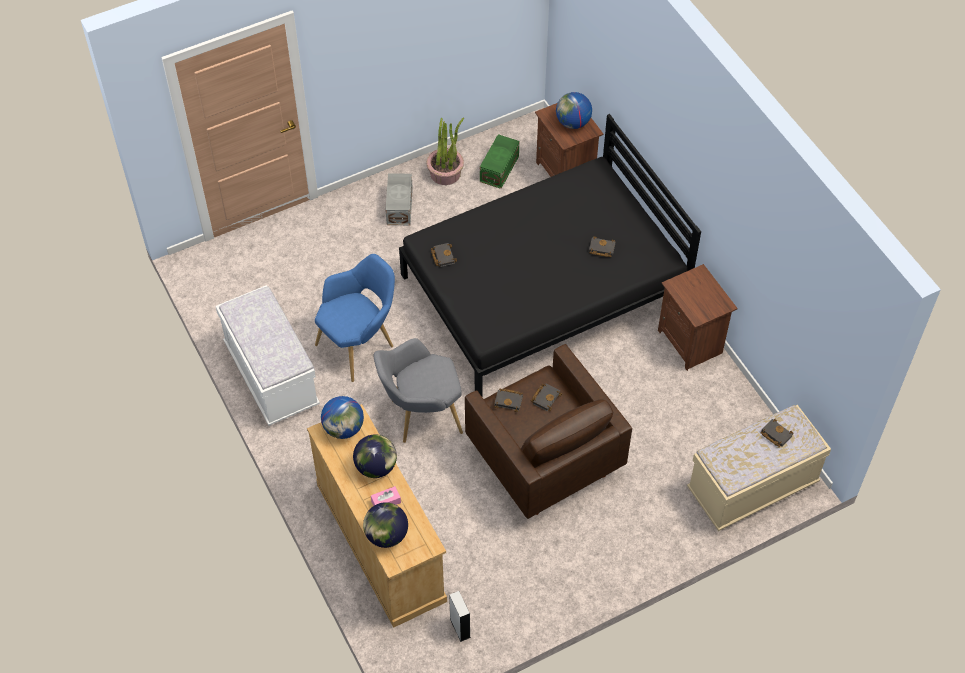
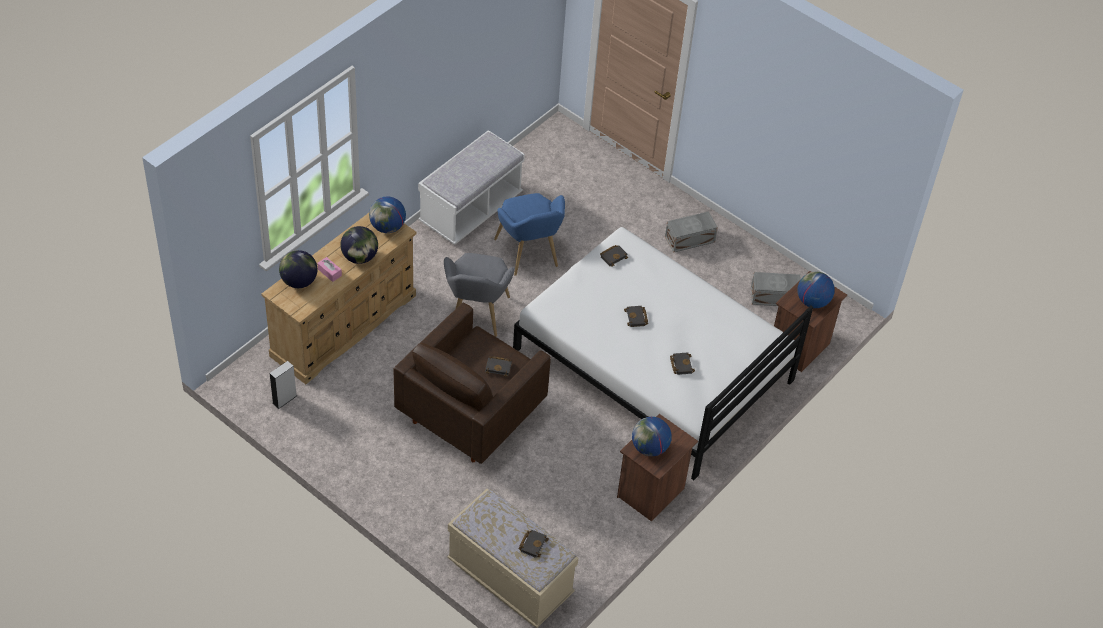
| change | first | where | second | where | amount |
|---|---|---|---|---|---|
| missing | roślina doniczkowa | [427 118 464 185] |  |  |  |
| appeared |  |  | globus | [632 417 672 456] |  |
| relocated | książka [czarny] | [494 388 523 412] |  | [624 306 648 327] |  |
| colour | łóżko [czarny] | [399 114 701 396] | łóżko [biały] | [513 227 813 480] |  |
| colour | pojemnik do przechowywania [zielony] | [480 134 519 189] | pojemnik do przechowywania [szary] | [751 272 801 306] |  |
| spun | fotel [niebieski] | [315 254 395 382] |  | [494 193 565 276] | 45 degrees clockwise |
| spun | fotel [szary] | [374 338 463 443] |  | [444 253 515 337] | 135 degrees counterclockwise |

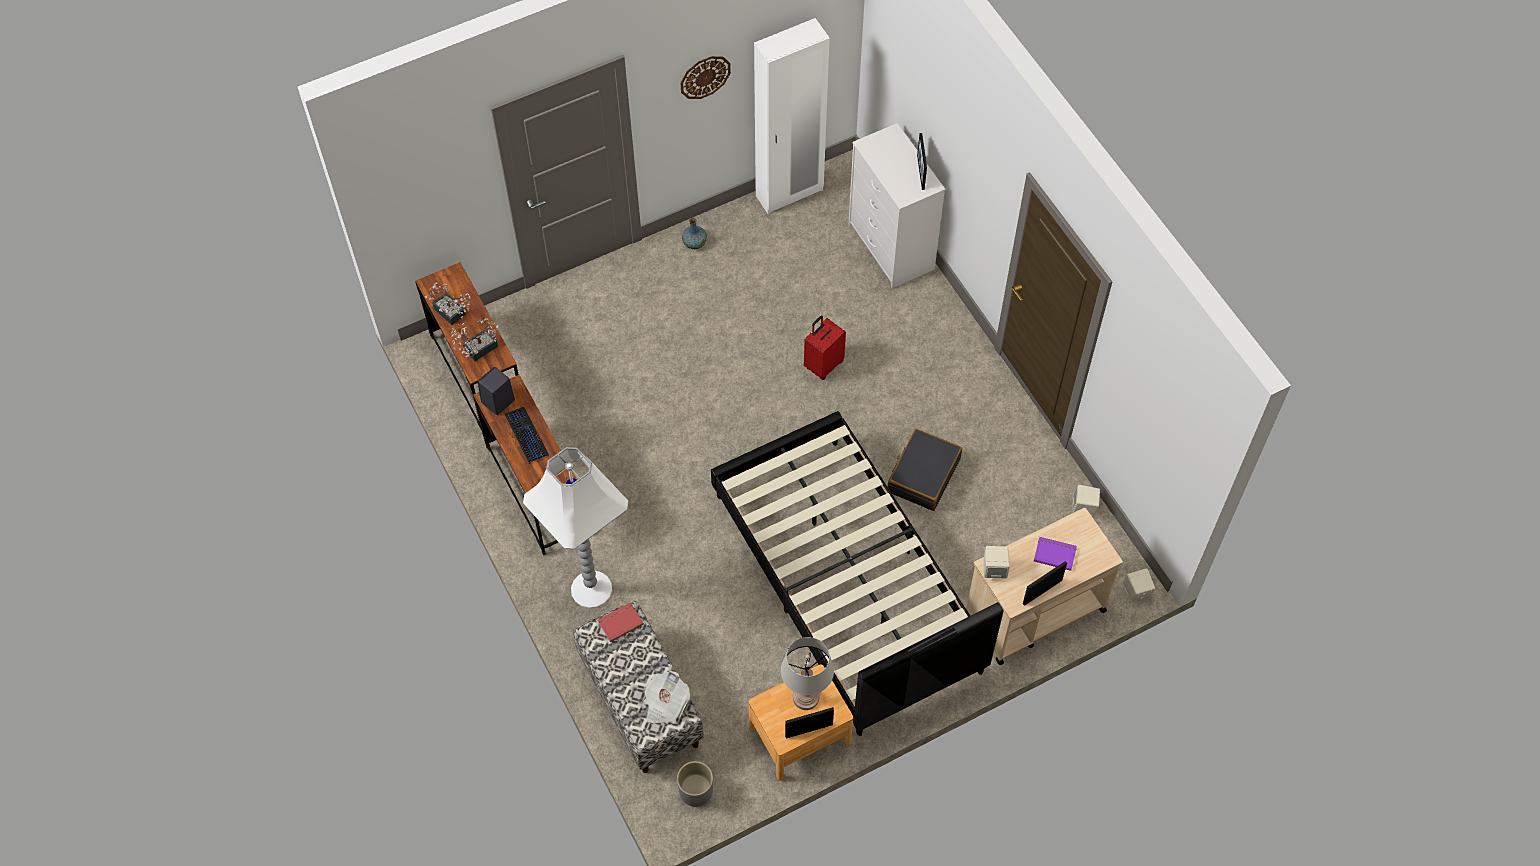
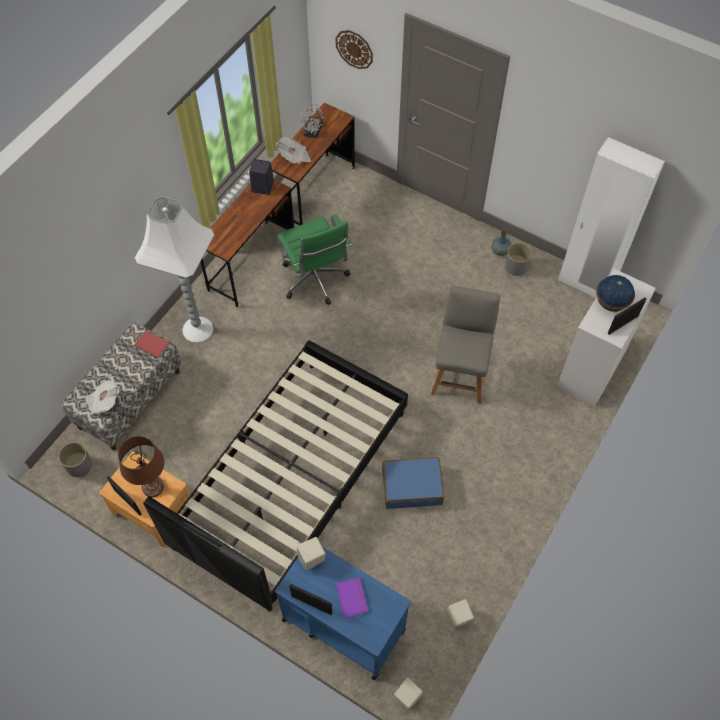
| change | first | where | second | where | amount |
|---|---|---|---|---|---|
| missing | klawiatura | [505 407 549 464] |  |  |  |
| appeared |  |  | krzesło biurowe [zielony] | [277 214 352 305] |  |
| appeared |  |  | donica [szary] | [505 243 532 276] |  |
| appeared |  |  | globus | [596 275 635 312] |  |
| relocated | zegar ścienny | [680 56 731 99] |  | [335 30 373 69] |  |
| exchanged | roślina doniczkowa | [451 318 499 361] | gazeta | [276 137 311 164] |  |
| exchanged | walizka [czerwony] | [804 316 846 380] | krzesło [szary] | [431 286 500 404] |  |
| colour | lampa stołowa [szary] | [781 637 834 710] | lampa stołowa [brązowy] | [118 436 164 497] |  |
| colour | walizka [czarny] | [887 429 962 511] | walizka [niebieski] | [382 457 444 509] |  |
| colour | wózek [beżowy] | [966 508 1123 665] | wózek [niebieski] | [275 547 411 680] |  |

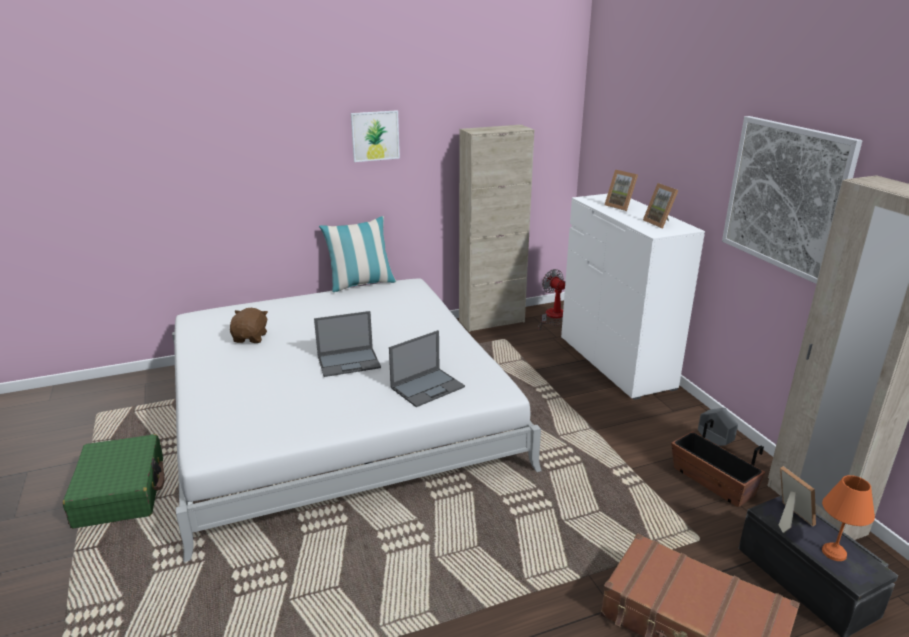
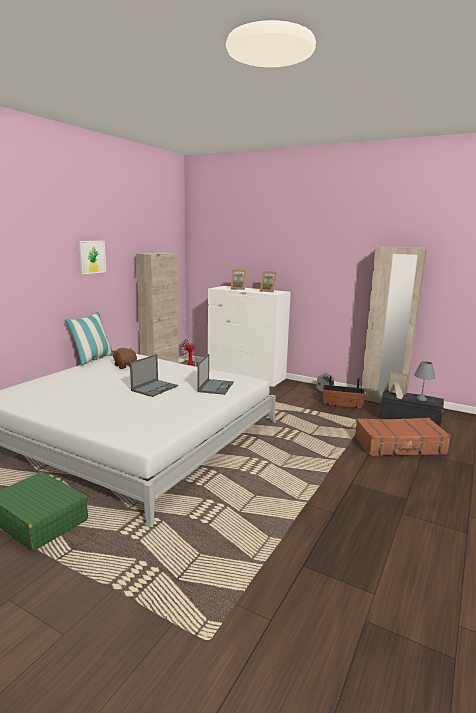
| change | first | where | second | where | amount |
|---|---|---|---|---|---|
| missing | obraz | [722 116 863 284] |  |  |  |
| relocated | pluszak [brązowy] | [230 308 268 343] |  | [112 348 137 369] |  |
| colour | lampa stołowa [pomarańczowy] | [822 475 875 561] | lampa stołowa [szary] | [414 361 435 401] |  |

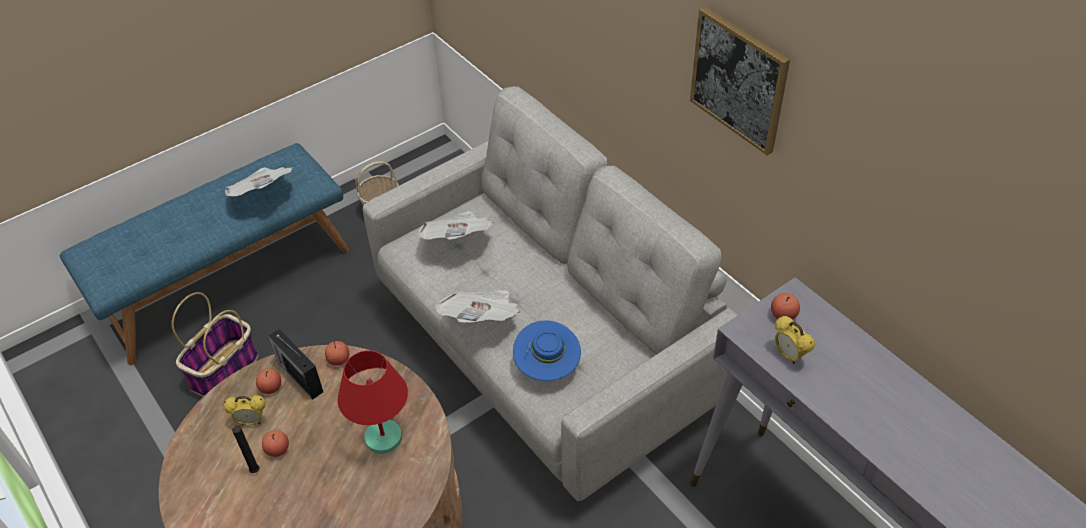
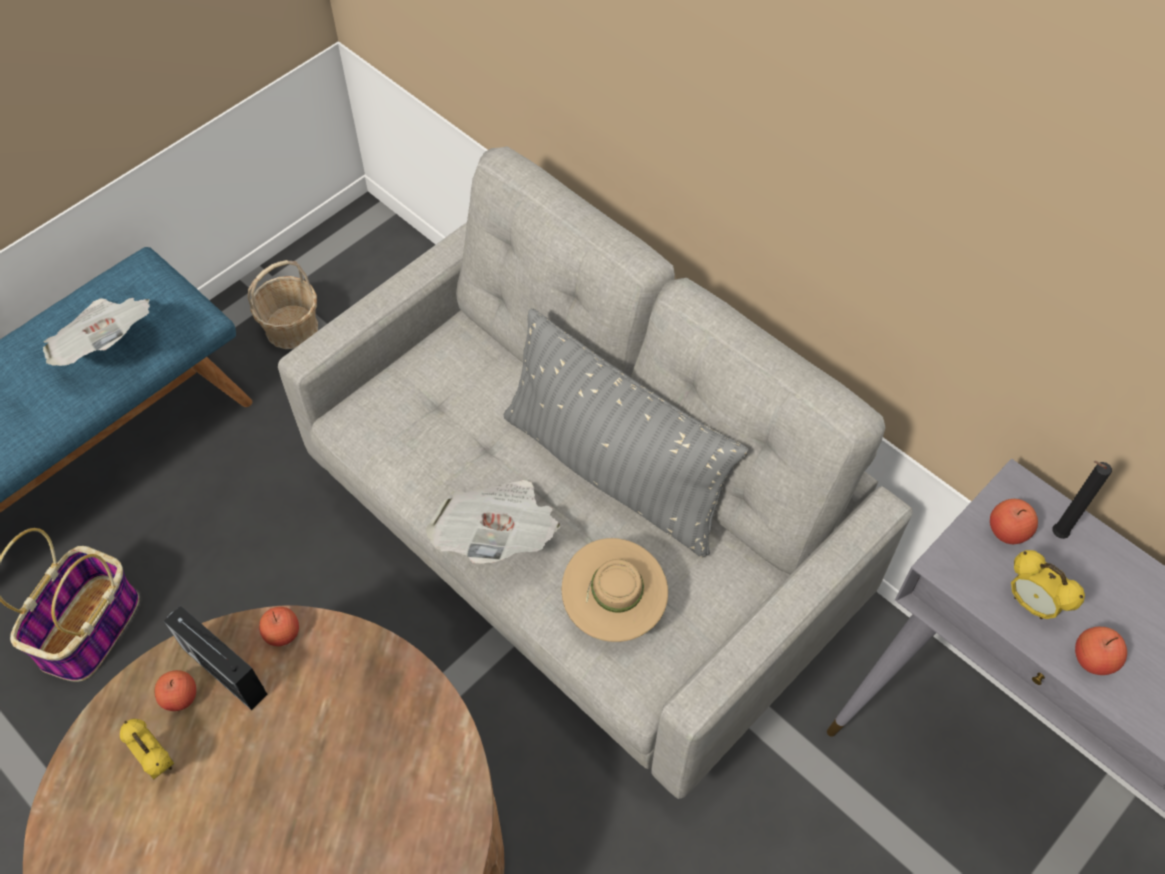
| change | first | where | second | where | amount |
|---|---|---|---|---|---|
| missing | lampa stołowa [czerwony] | [338 350 408 454] |  |  |  |
| missing | gazeta | [417 211 494 240] |  |  |  |
| missing | obraz | [690 6 790 156] |  |  |  |
| appeared |  |  | poduszka [szary] | [503 309 748 558] |  |
| relocated | świeca [czarny] | [226 424 259 473] |  | [1052 461 1112 539] |  |
| relocated | jabłko | [262 430 289 457] |  | [1075 626 1127 675] |  |
| colour | kapelusz [niebieski] | [513 321 581 381] | kapelusz [beżowy] | [562 538 668 642] |  |
| spun | budzik | [223 395 266 426] |  | [120 719 174 779] | 120 degrees counterclockwise |

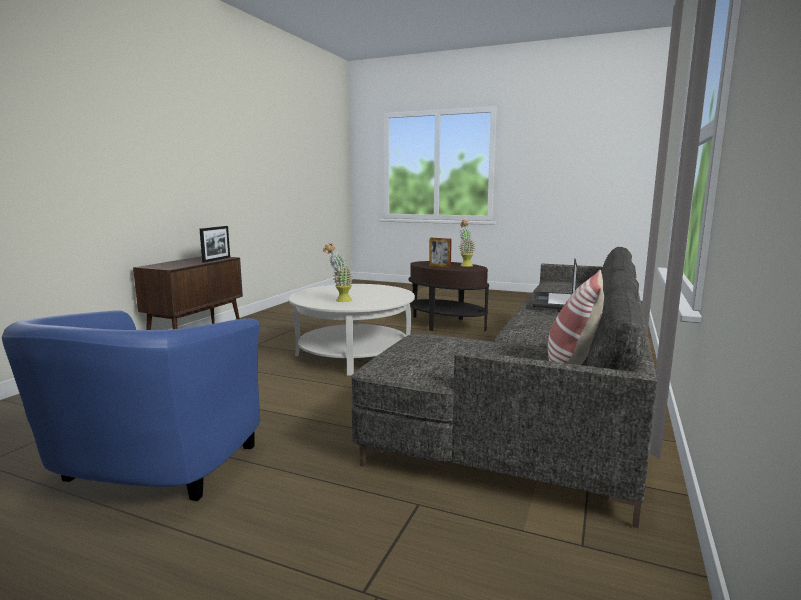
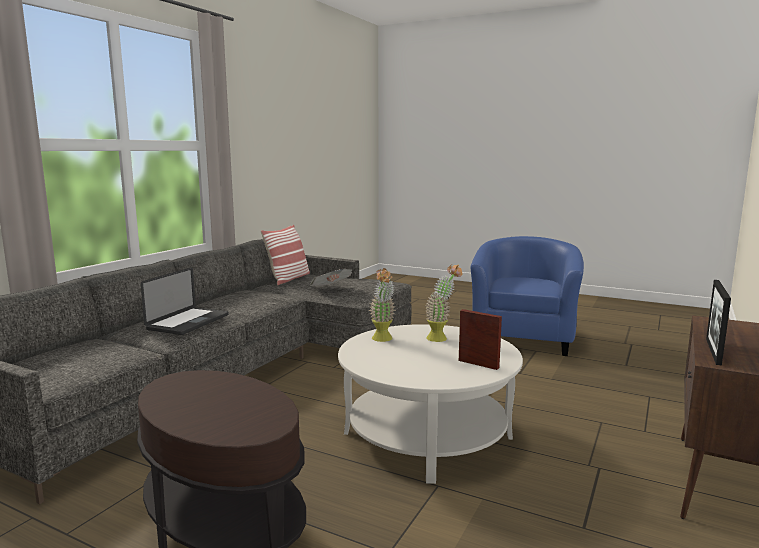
| change | first | where | second | where | amount |
|---|---|---|---|---|---|
| appeared |  |  | gazeta | [310 269 352 286] |  |
| relocated | ramka na zdjęcie | [429 238 452 268] |  | [459 309 502 370] |  |
| relocated | roślina doniczkowa | [459 220 475 267] |  | [369 268 396 342] |  |

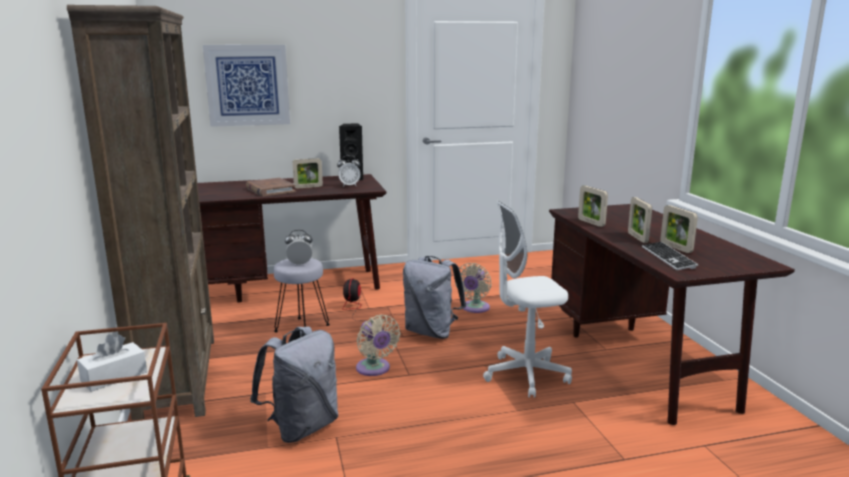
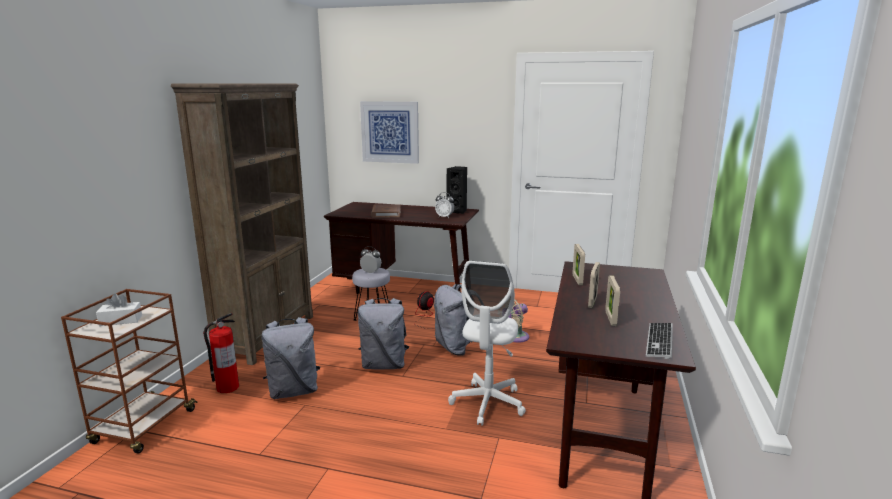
| change | first | where | second | where | amount |
|---|---|---|---|---|---|
| missing | ramka na zdjęcie | [292 158 323 189] |  |  |  |
| appeared |  |  | gaśnica | [203 313 239 393] |  |
| relocated | klawiatura | [642 242 698 270] |  | [646 323 673 359] |  |
| exchanged | wentylator [beżowy] | [356 314 400 376] | plecak [szary] | [358 298 409 370] |  |
| spun | krzesło biurowe [biały] | [483 201 572 398] |  | [448 261 526 426] | 90 degrees counterclockwise |

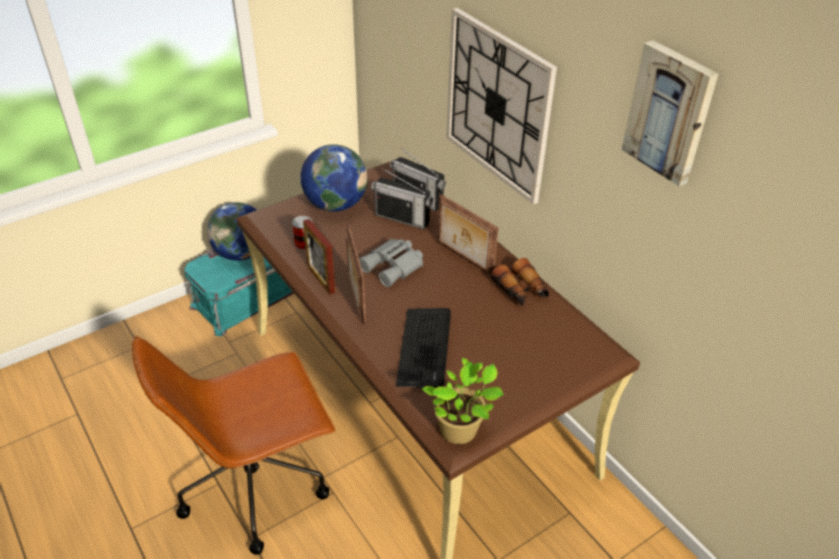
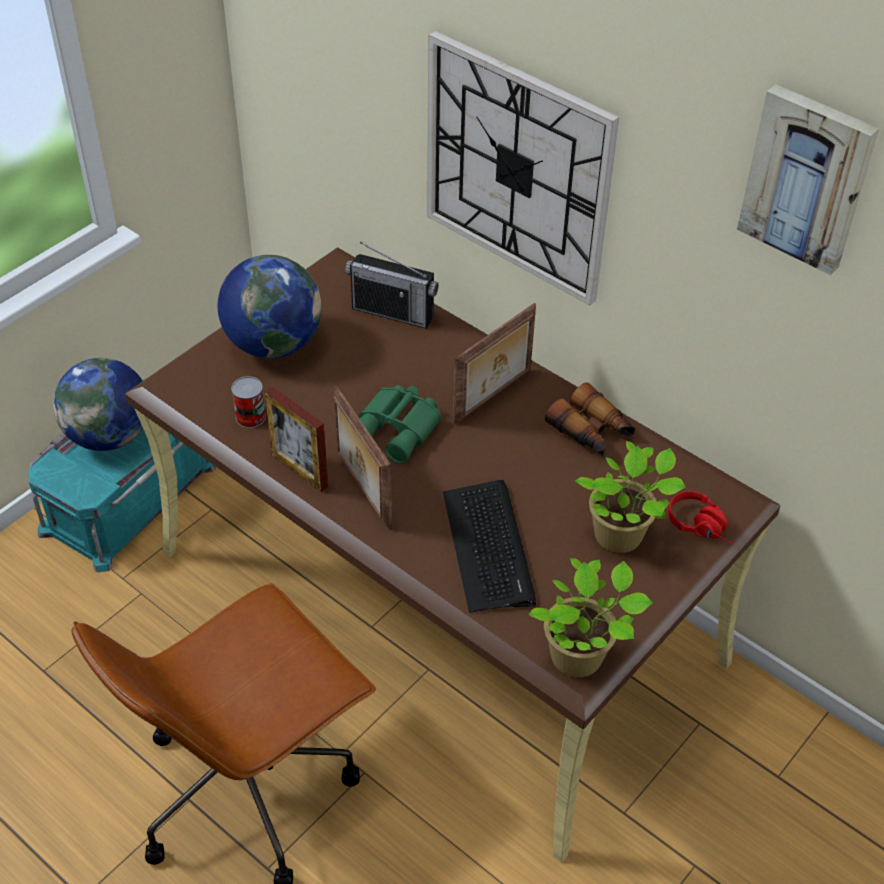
| change | first | where | second | where | amount |
|---|---|---|---|---|---|
| missing | radio | [371 168 433 230] |  |  |  |
| appeared |  |  | roślina doniczkowa | [575 441 686 553] |  |
| appeared |  |  | słuchawki [czerwony] | [668 491 733 544] |  |
| colour | lornetka [szary] | [359 239 423 287] | lornetka [zielony] | [359 385 442 464] |  |
| spun | ramka na zdjęcie | [437 194 498 275] |  | [453 303 536 425] | 75 degrees counterclockwise |

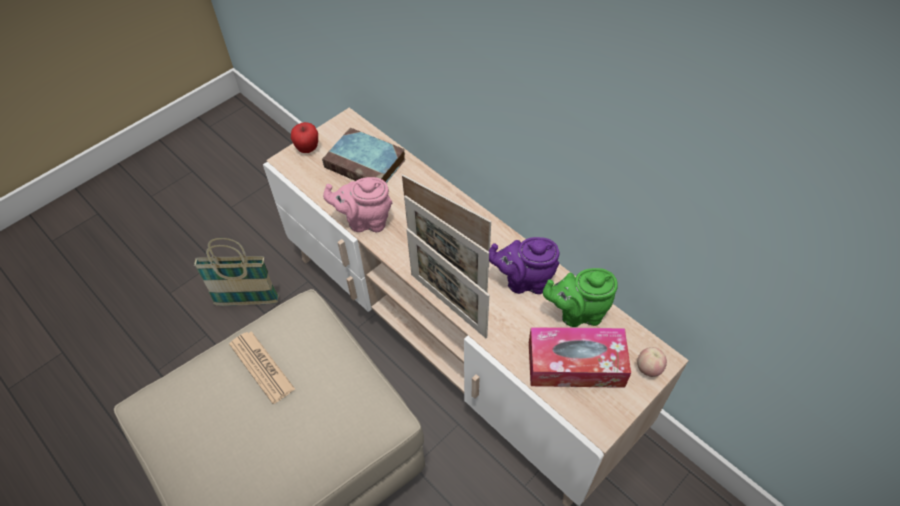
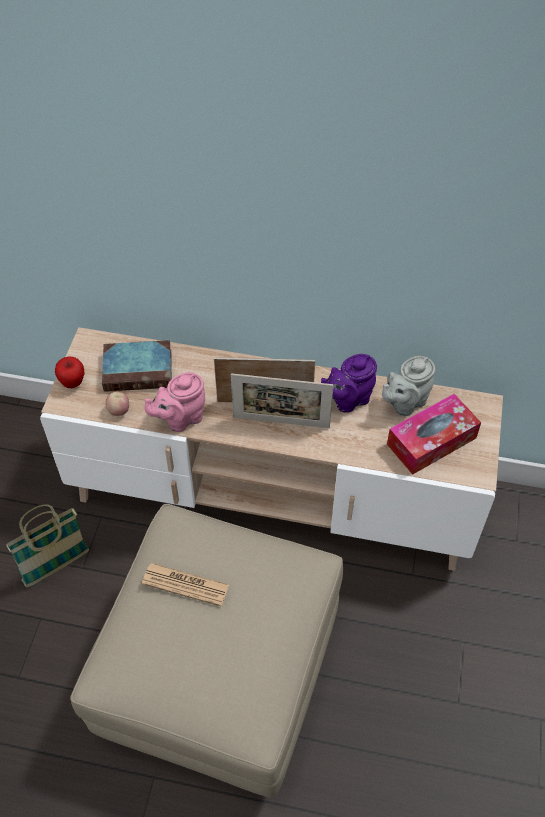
| change | first | where | second | where | amount |
|---|---|---|---|---|---|
| missing | ramka na zdjęcie | [406 228 489 338] |  |  |  |
| relocated | jabłko | [637 347 667 377] |  | [106 391 129 416] |  |
| colour | imbryk [zielony] | [543 268 618 327] | imbryk [szary] | [382 356 435 416] |  |

